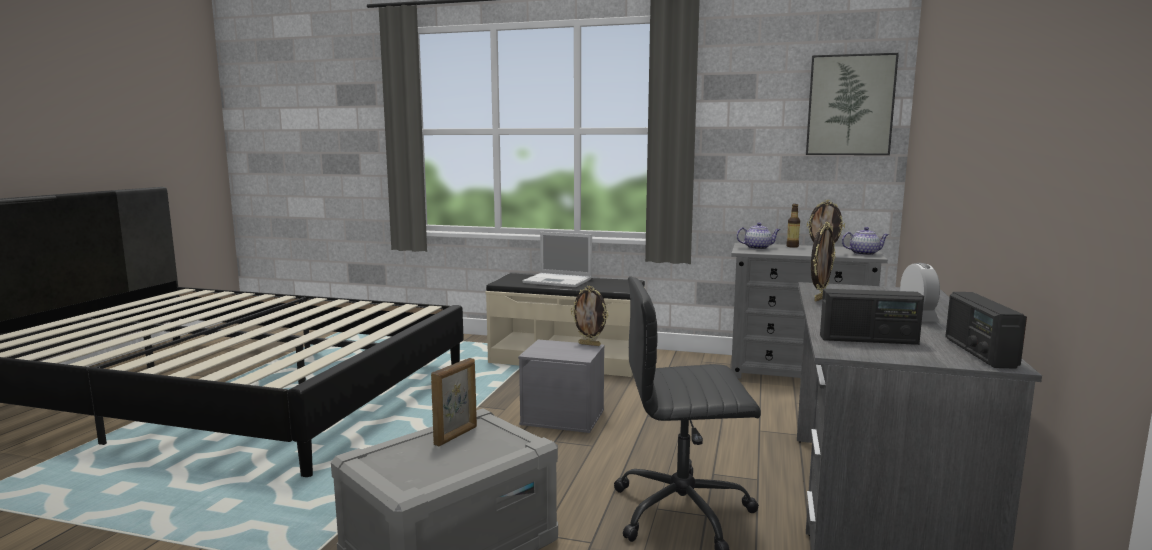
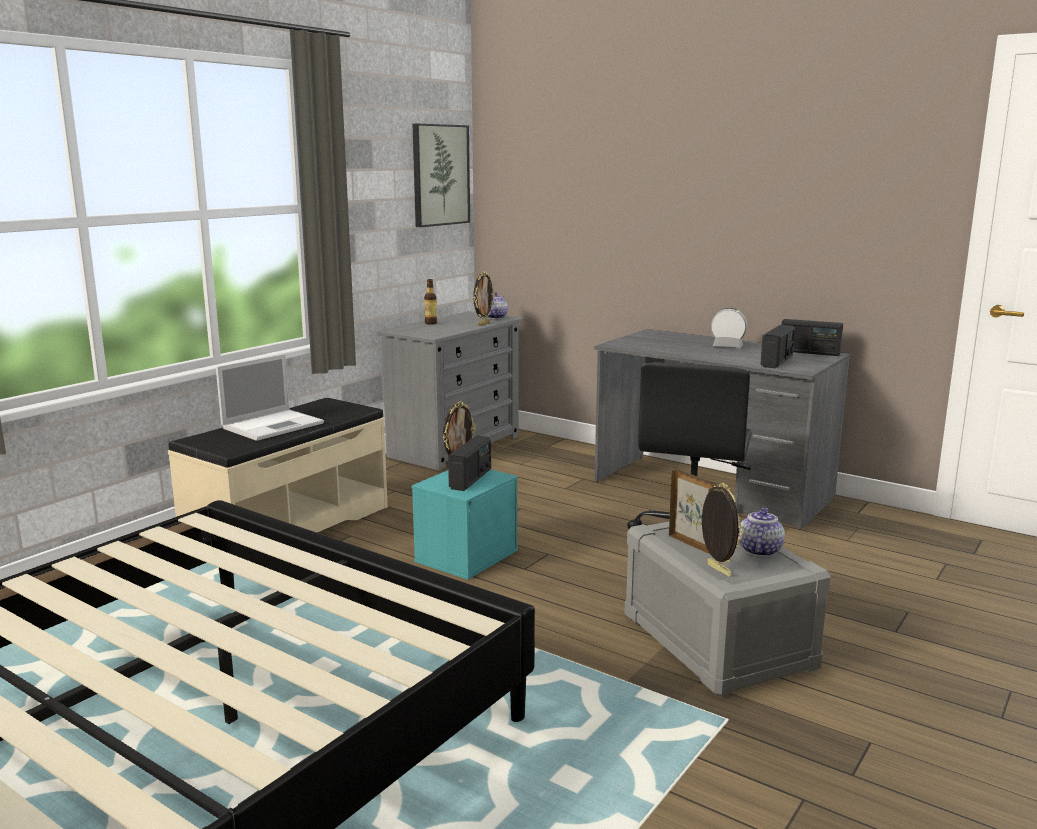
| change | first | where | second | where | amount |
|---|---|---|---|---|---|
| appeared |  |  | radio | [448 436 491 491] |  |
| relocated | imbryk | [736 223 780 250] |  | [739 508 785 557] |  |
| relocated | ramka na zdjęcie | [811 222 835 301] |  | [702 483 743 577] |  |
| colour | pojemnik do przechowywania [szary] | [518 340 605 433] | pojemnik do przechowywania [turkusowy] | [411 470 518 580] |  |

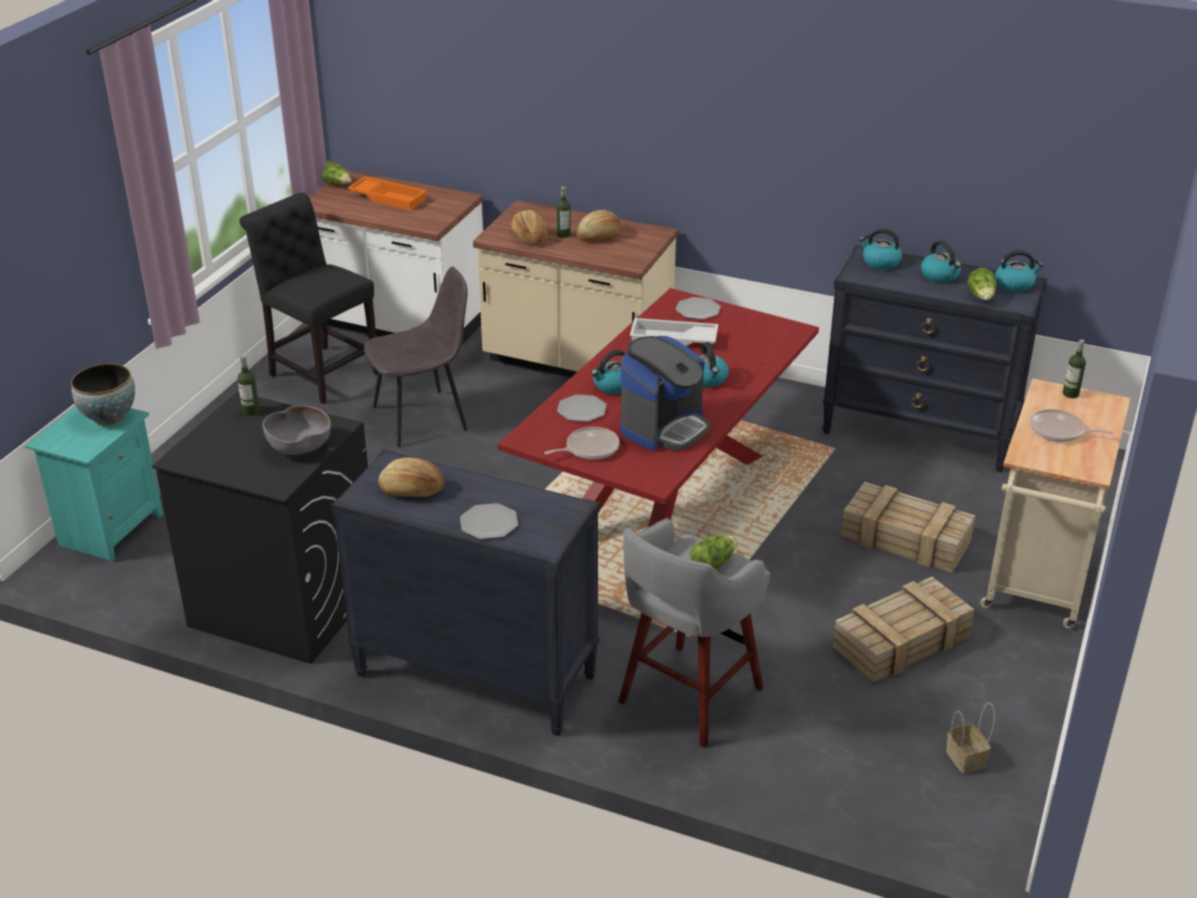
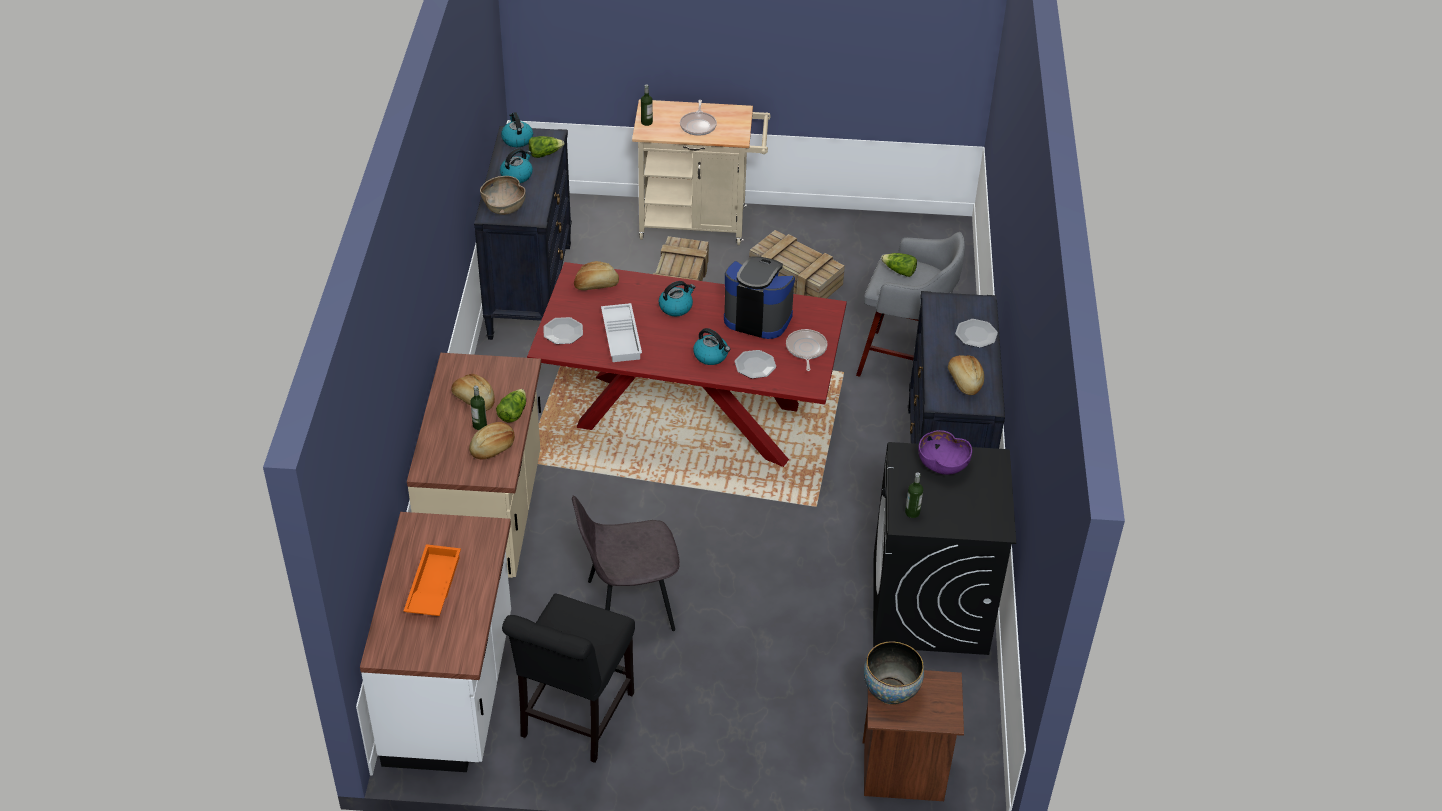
| change | first | where | second | where | amount |
|---|---|---|---|---|---|
| missing | koszyk | [946 703 995 774] |  |  |  |
| appeared |  |  | chleb | [574 261 619 290] |  |
| relocated | sałata | [322 161 351 185] |  | [496 389 526 422] |  |
| exchanged | czajnik | [859 228 902 270] | miska [brązowy] | [480 176 526 215] |  |
| colour | szafka nocna [turkusowy] | [25 406 163 562] | szafka nocna [brązowy] | [862 670 964 801] |  |
| colour | miska [szary] | [263 405 331 455] | miska [fioletowy] | [918 430 972 475] |  |
| spun | krzesło [szary] | [364 267 468 447] |  | [572 495 680 631] | 60 degrees counterclockwise |
| spun | patelnia | [544 427 620 460] |  | [786 329 828 371] | 45 degrees clockwise |

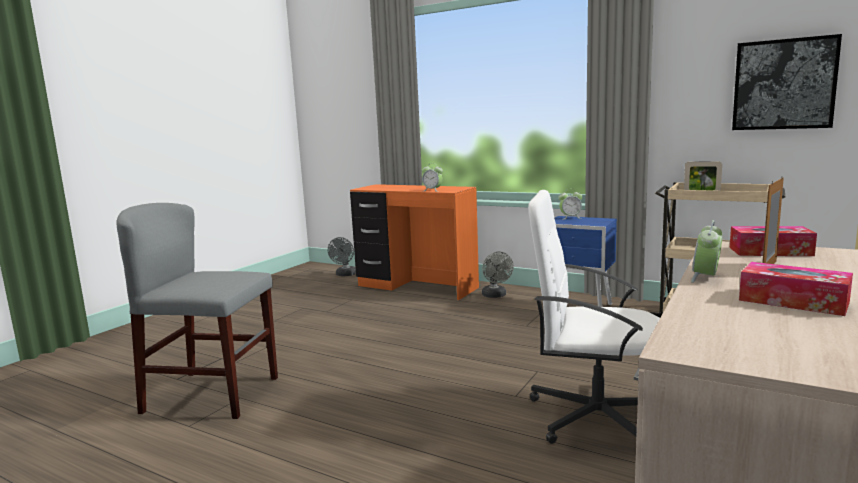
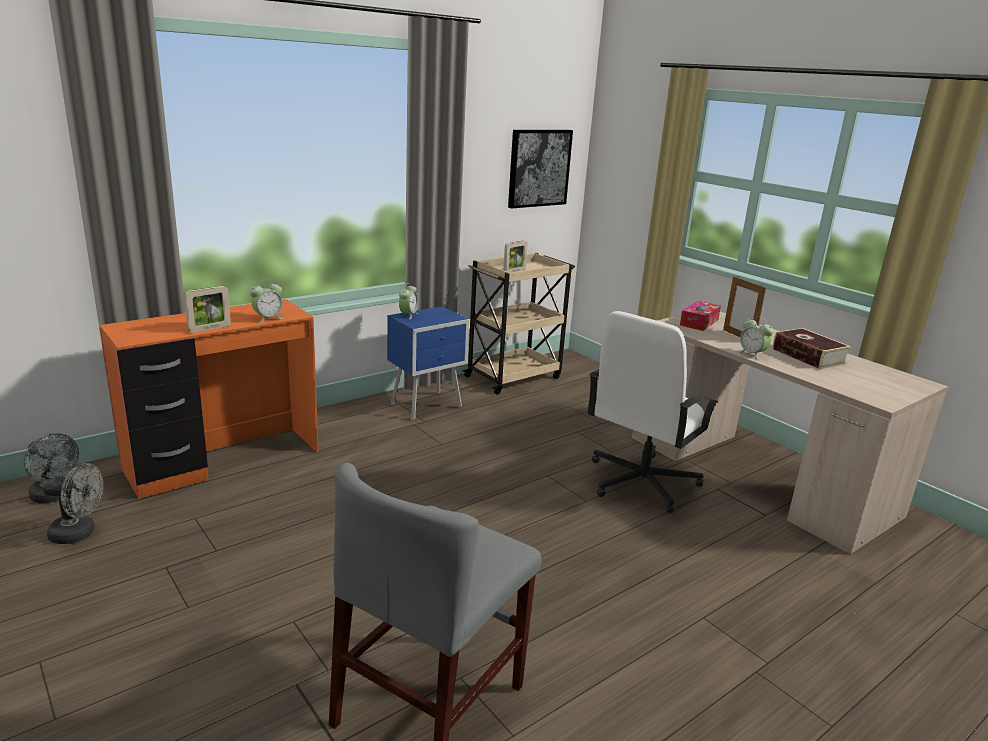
| change | first | where | second | where | amount |
|---|---|---|---|---|---|
| appeared |  |  | ramka na zdjęcie | [184 286 231 333] |  |
| relocated | wentylator [szary] | [482 252 514 298] |  | [43 463 103 544] |  |
| exchanged | pudełko chusteczek | [739 262 853 316] | książka | [772 328 851 369] |  |

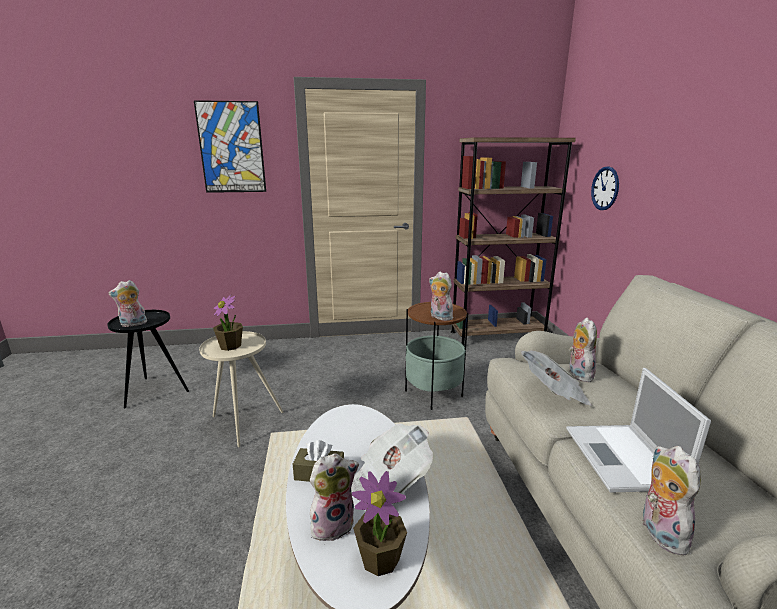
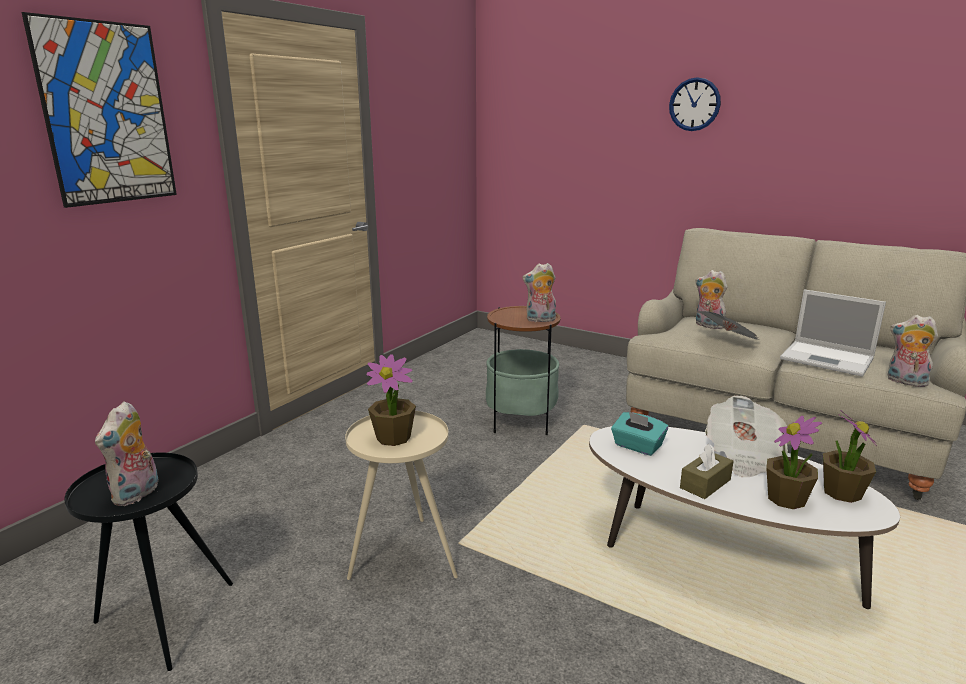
| change | first | where | second | where | amount |
|---|---|---|---|---|---|
| missing | regał [brązowy] | [451 137 576 347] |  |  |  |
| appeared |  |  | pudełko chusteczek [turkusowy] | [611 411 668 456] |  |
| relocated | zegar ścienny | [591 166 619 210] |  | [669 77 721 131] |  |
| exchanged | pluszak | [310 453 359 541] | roślina doniczkowa | [766 416 822 509] |  |

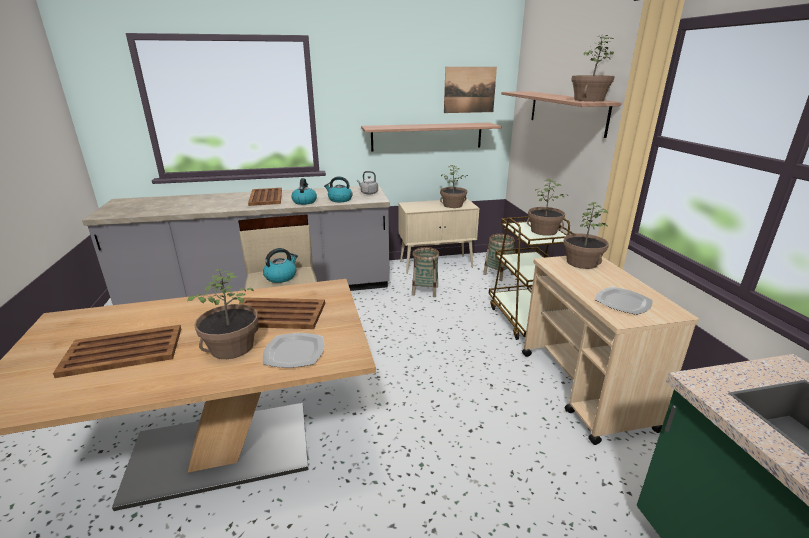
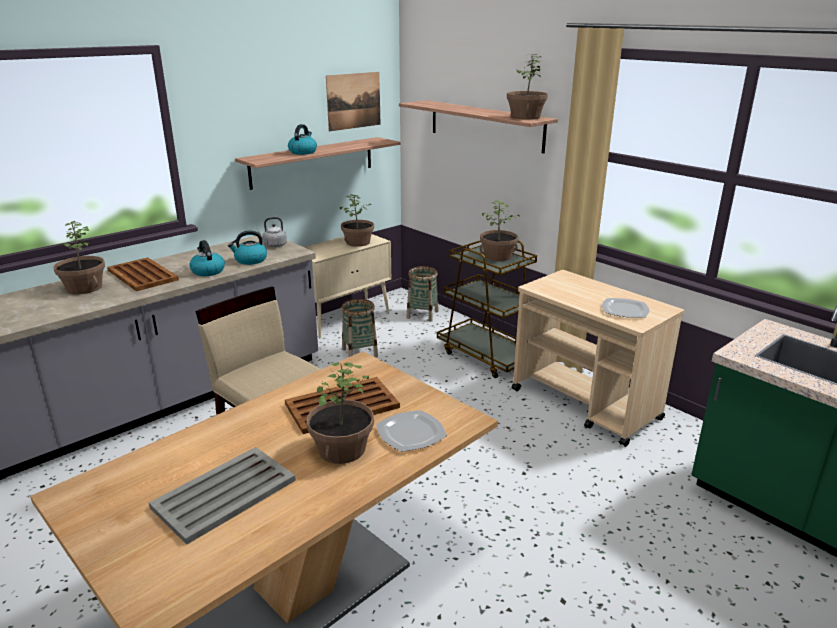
| change | first | where | second | where | amount |
|---|---|---|---|---|---|
| relocated | czajnik | [263 248 298 283] |  | [288 124 317 155] |  |
| relocated | roślina doniczkowa | [563 202 609 269] |  | [53 221 105 294] |  |
| colour | taca [brązowy] | [53 325 181 378] | taca [szary] | [149 447 296 545] |  |

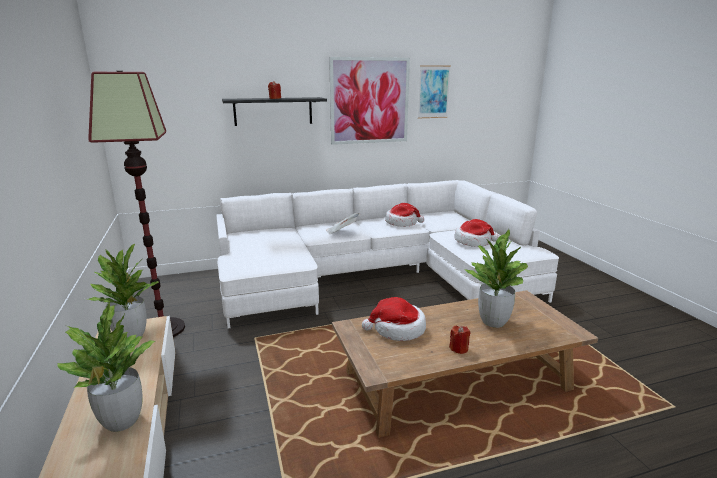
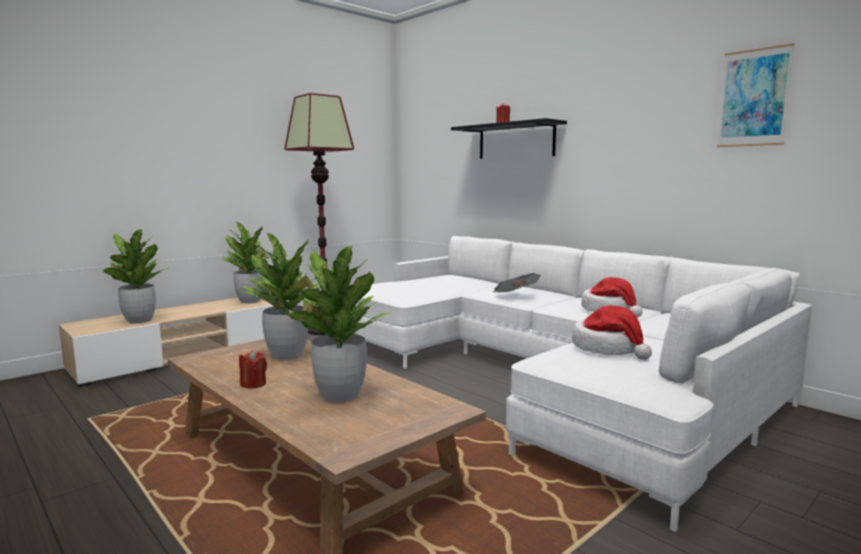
| change | first | where | second | where | amount |
|---|---|---|---|---|---|
| missing | obraz | [329 57 410 145] |  |  |  |
| exchanged | kapelusz | [362 297 426 341] | roślina doniczkowa | [242 233 320 360] |  |

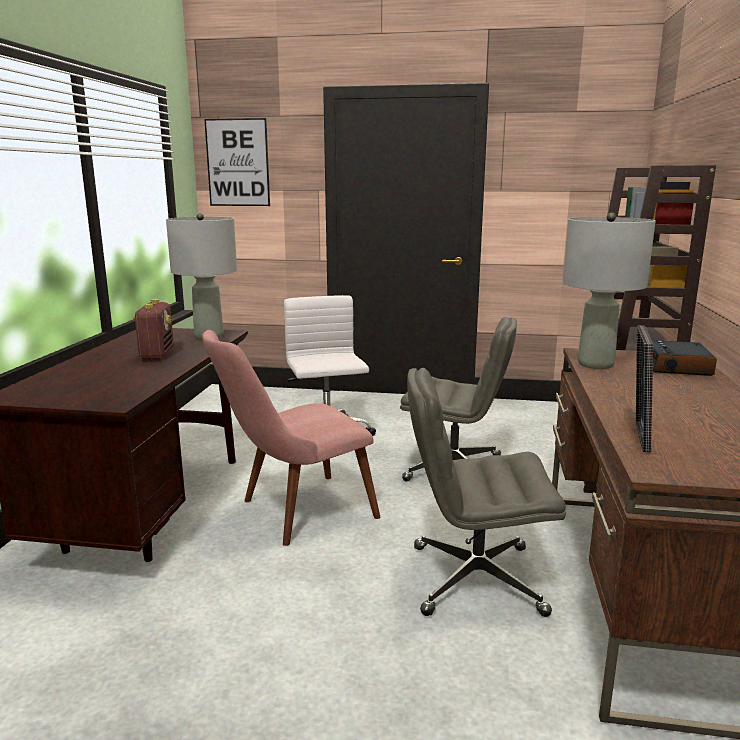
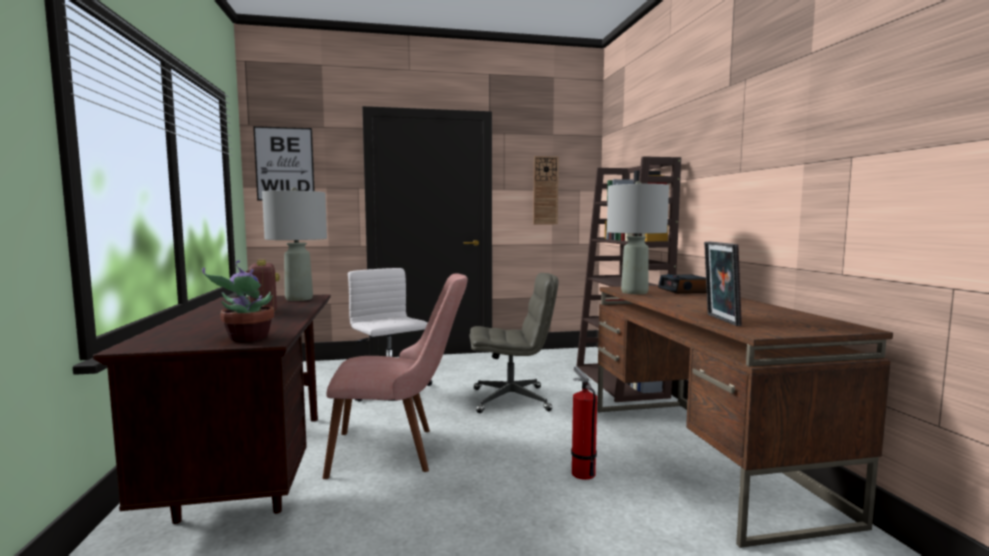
| change | first | where | second | where | amount |
|---|---|---|---|---|---|
| appeared |  |  | roślina doniczkowa | [202 261 274 342] |  |
| appeared |  |  | zegar ścienny | [533 156 559 224] |  |
| exchanged | krzesło biurowe [szary] | [407 368 566 617] | gaśnica | [571 366 597 480] |  |
| spun | krzesło [różowy] | [202 330 380 546] |  | [323 273 468 479] | 135 degrees counterclockwise |

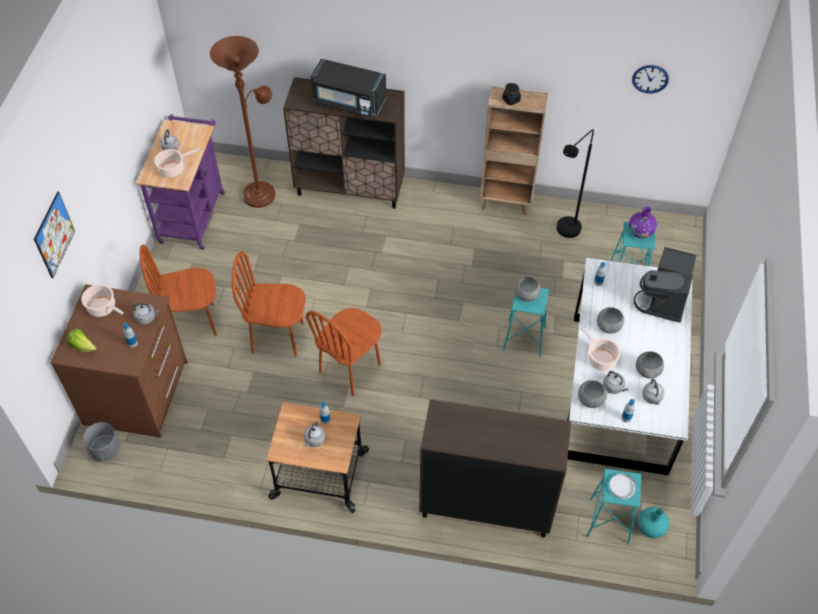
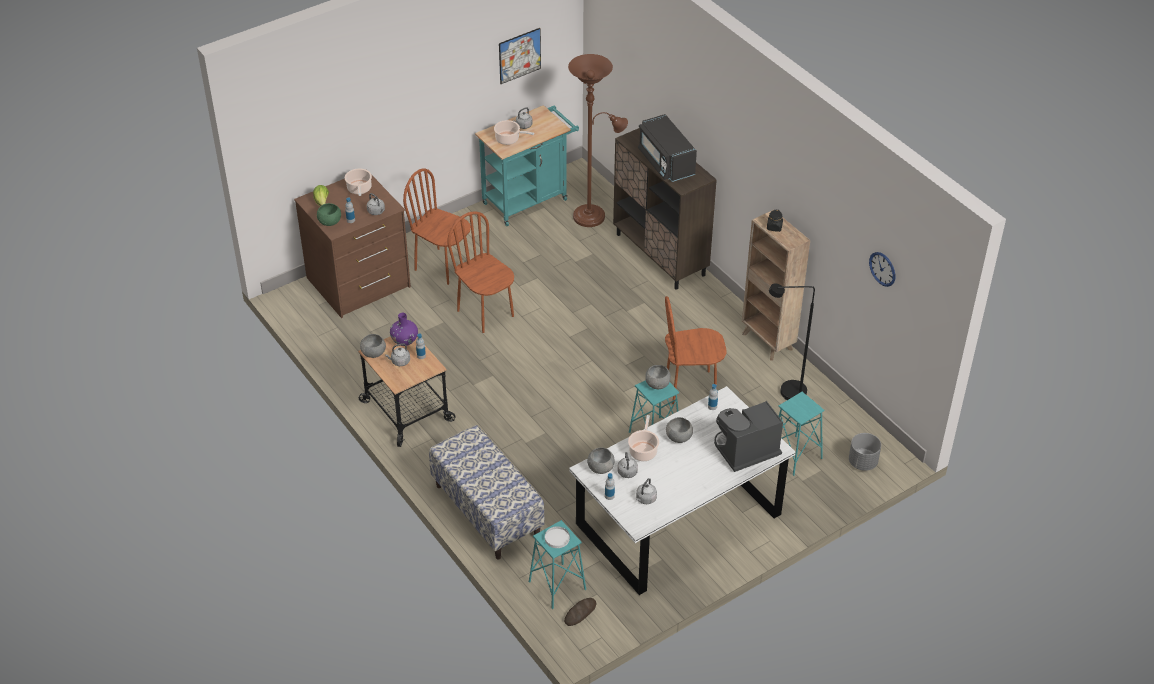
| change | first | where | second | where | amount |
|---|---|---|---|---|---|
| appeared |  |  | miska [zielony] | [317 203 341 226] |  |
| relocated | obraz | [34 191 75 278] |  | [499 28 541 84] |  |
| relocated | donica [szary] | [83 422 120 462] |  | [849 433 881 471] |  |
| relocated | krzesło [brązowy] | [306 308 381 396] |  | [665 296 727 404] |  |
| relocated | wazon [fioletowy] | [629 207 657 239] |  | [390 313 418 346] |  |
| relocated | miska [szary] | [636 351 664 379] |  | [360 334 386 358] |  |
| exchanged | szafka [brązowy] | [419 400 571 538] | ławka | [429 425 544 559] |  |
| exchanged | wazon [turkusowy] | [638 507 669 538] | chleb | [564 598 596 626] |  |
| colour | wózek [fioletowy] | [136 114 225 250] | wózek [turkusowy] | [475 105 579 226] |  |

